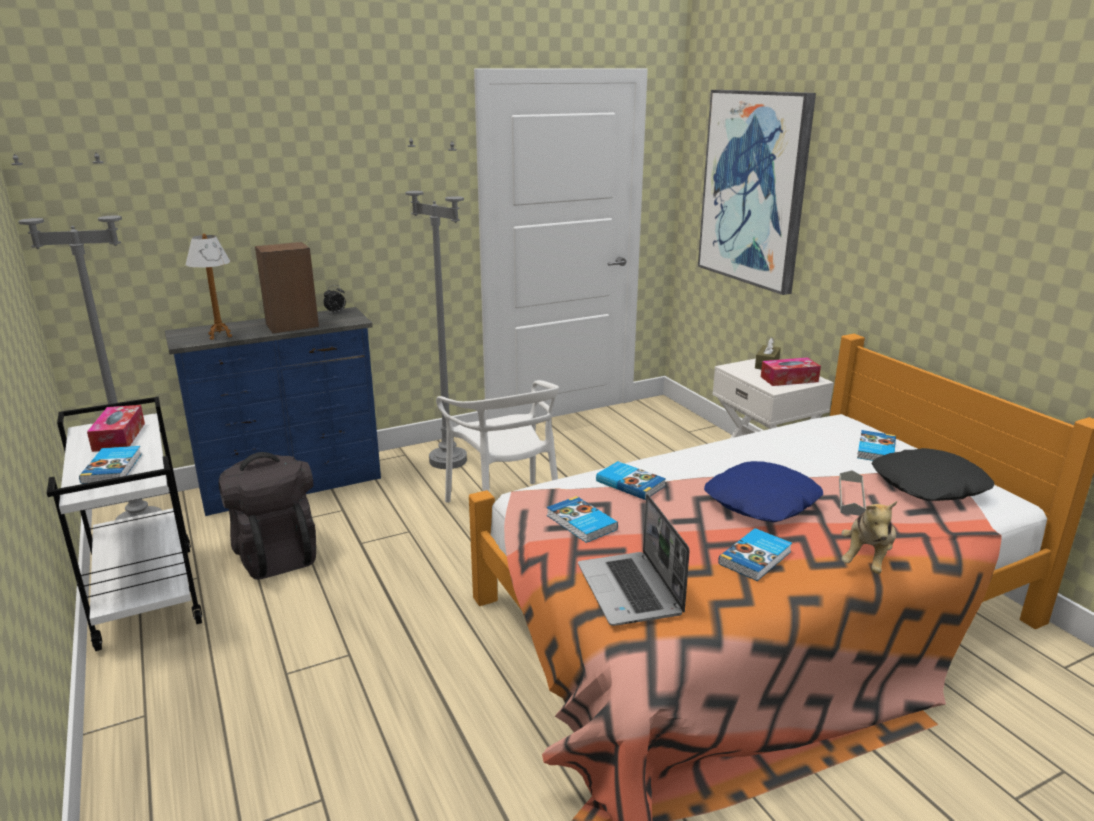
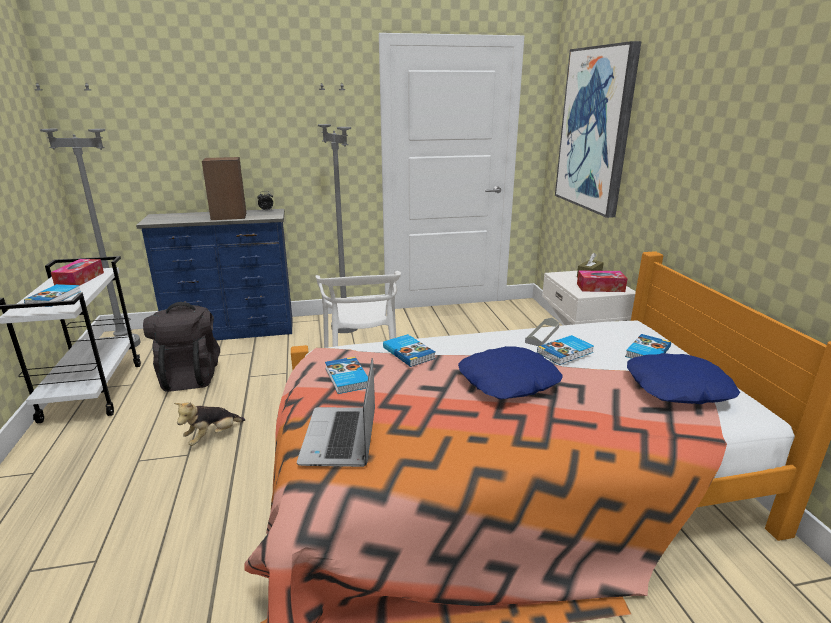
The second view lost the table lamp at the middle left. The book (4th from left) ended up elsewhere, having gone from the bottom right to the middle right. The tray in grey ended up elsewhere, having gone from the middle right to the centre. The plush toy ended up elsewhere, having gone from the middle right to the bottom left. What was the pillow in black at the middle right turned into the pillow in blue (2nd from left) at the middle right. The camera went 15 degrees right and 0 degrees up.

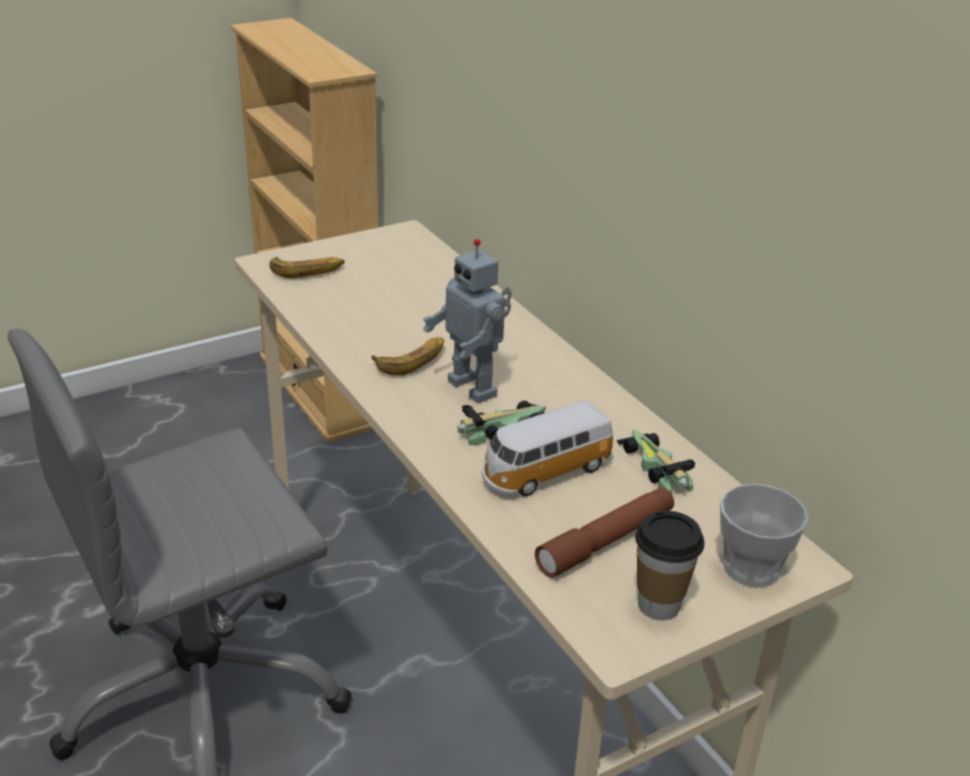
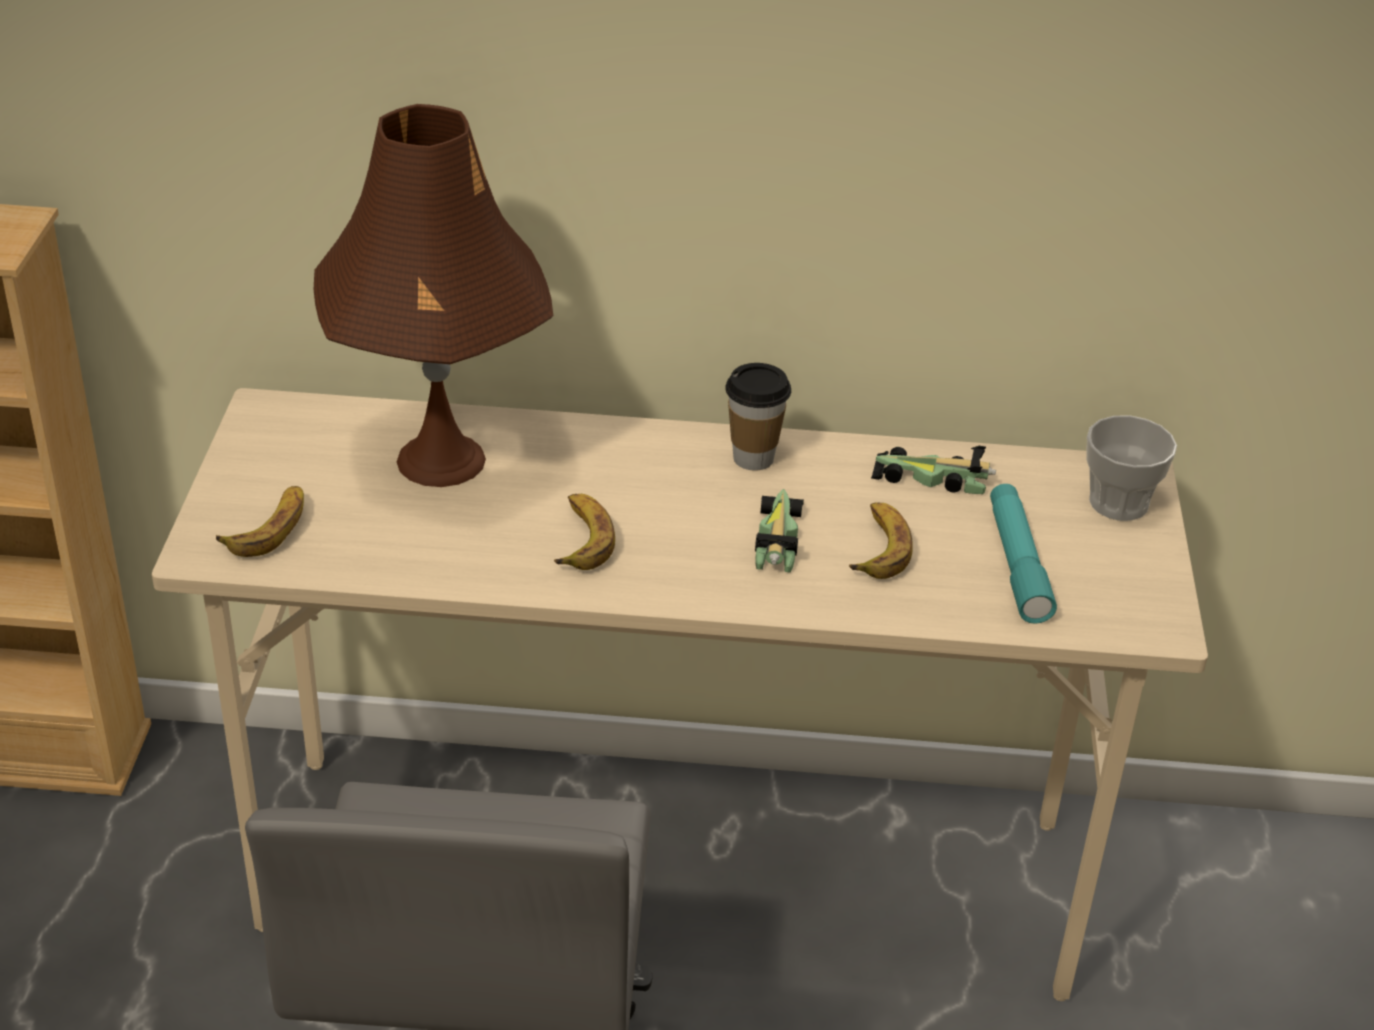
The second view lost the toy robot at the centre. The second view gained the table lamp in brown at the top left. The cup (1st from left) ended up elsewhere, having gone from the bottom right to the centre. Where the toy car (2nd from left) stood at the centre, the banana (3rd from left) came to stand at the centre. What was the flashlight in brown at the bottom centre turned into the flashlight in turquoise at the middle right. The camera went 55 degrees left and 5 degrees up.

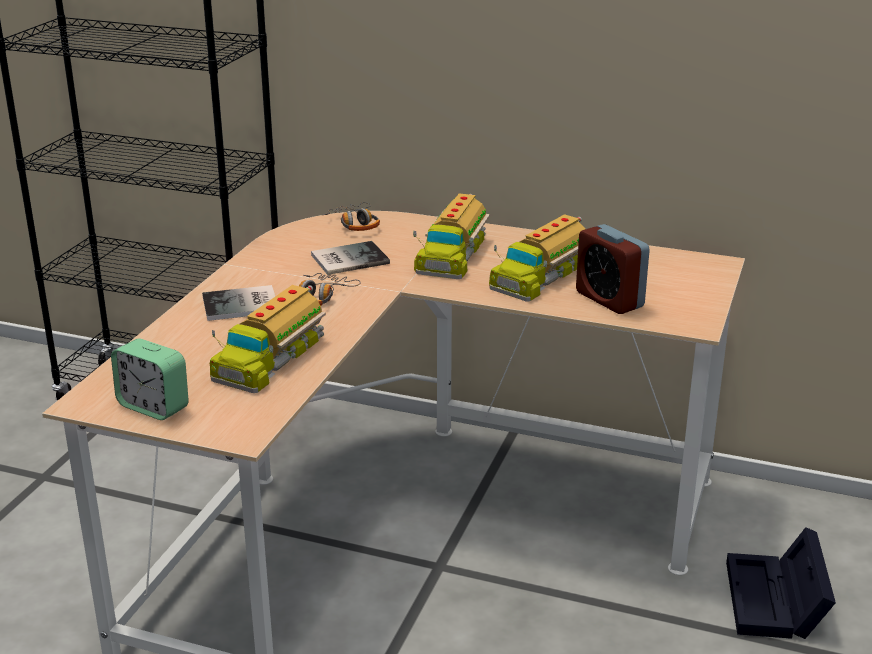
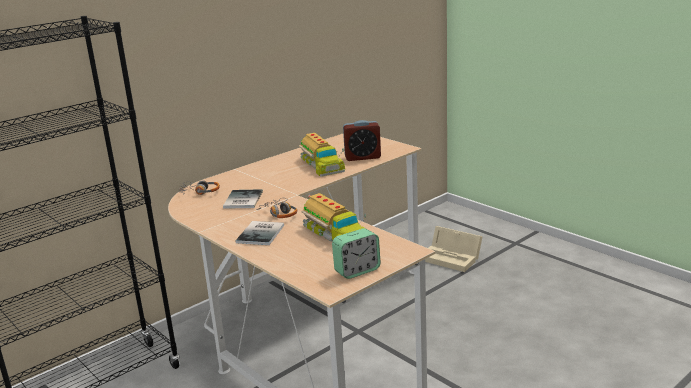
The second view lost the toy truck (2nd from left) at the centre. What was the storage box in black at the bottom right turned into the storage box in beige at the centre. The camera went 60 degrees left and 5 degrees down.

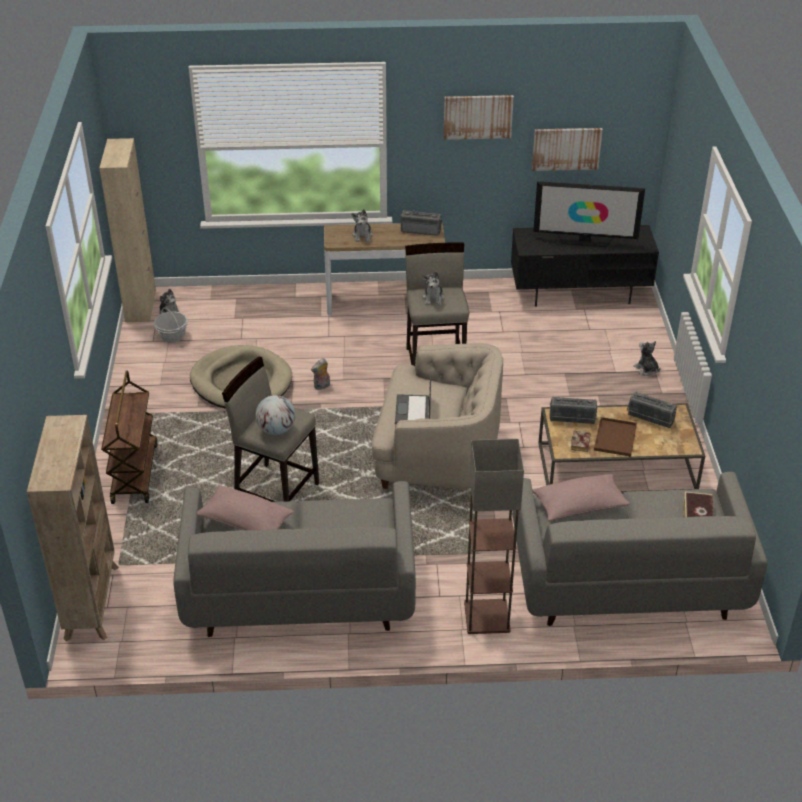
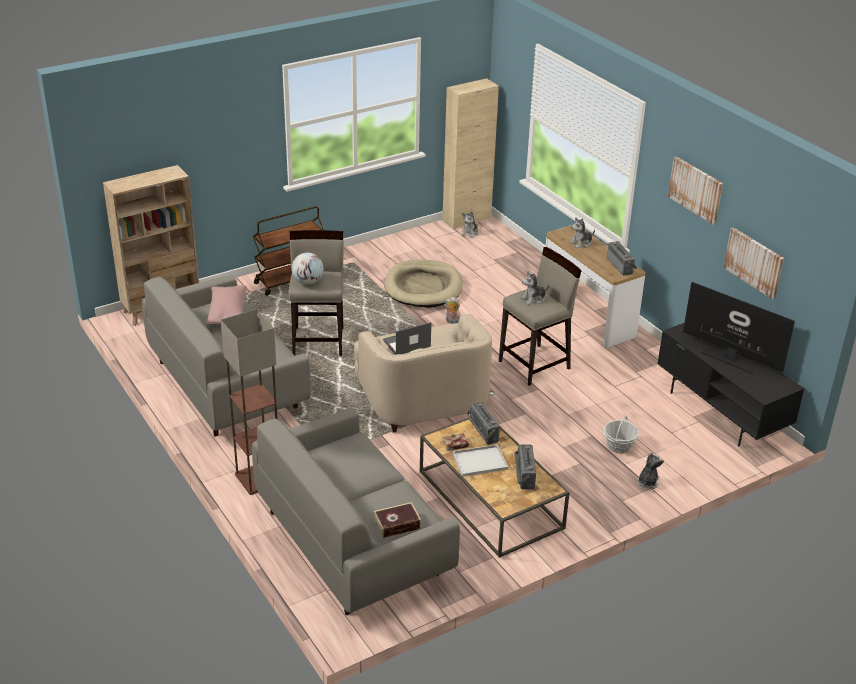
The second view lost the pillow in pink (2nd from left) at the middle right. The basket ended up elsewhere, having gone from the middle left to the middle right. What was the tray in brown at the middle right turned into the tray in white at the bottom centre. The television at the top right ended up facing another way, 150 degrees clockwise from before. The camera went 60 degrees right and 5 degrees down.

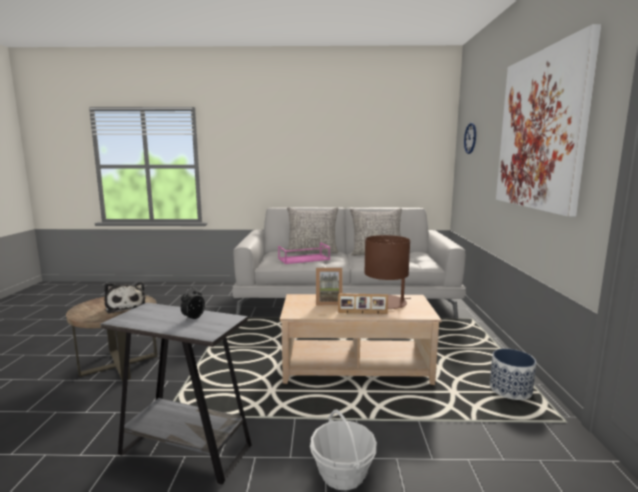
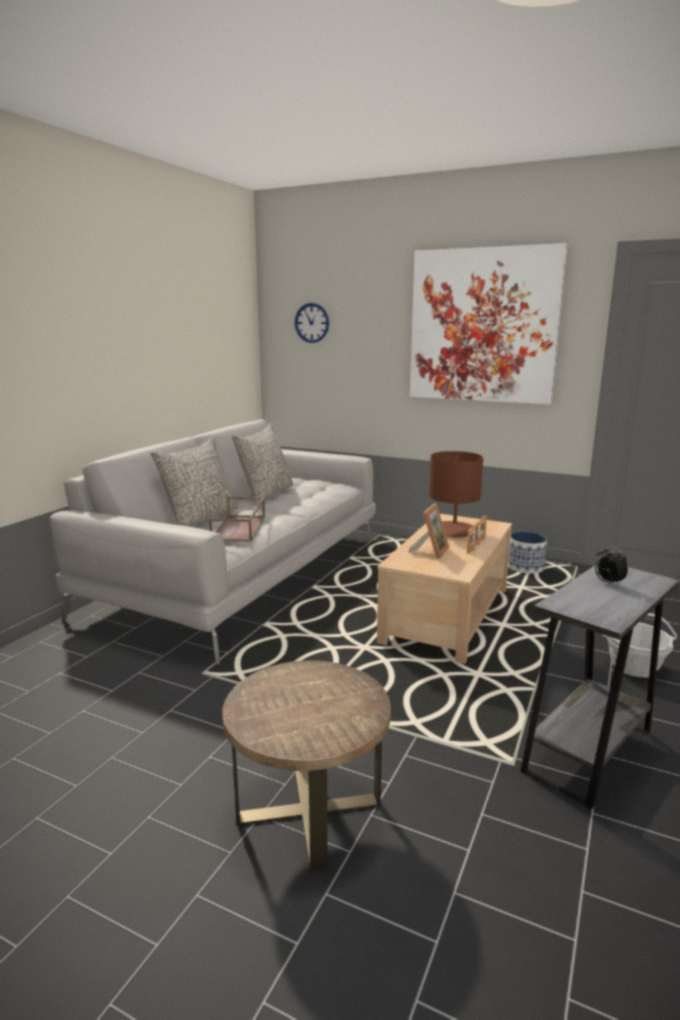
The second view lost the plush toy at the middle left. What was the tray in pink at the centre turned into the tray in brown at the centre. The camera went 65 degrees left and 5 degrees up.

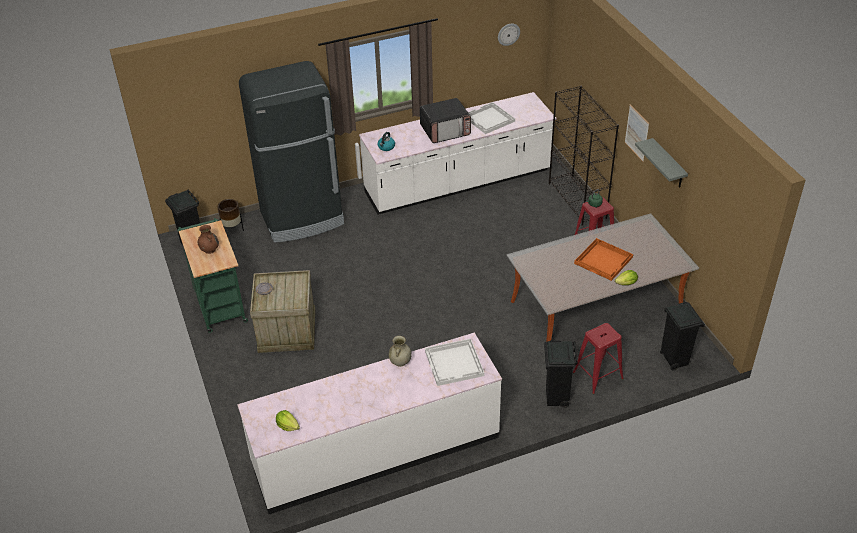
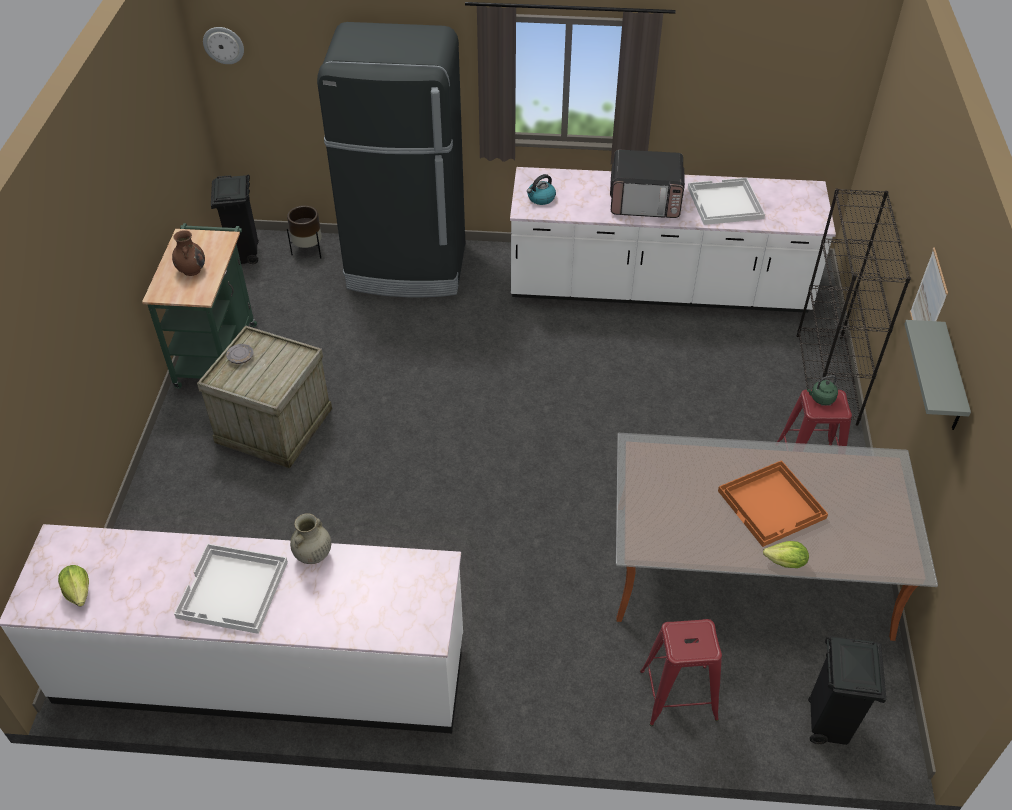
The second view lost the trash can in black (2nd from left) at the bottom centre. The tray in white (1st from left) ended up elsewhere, having gone from the bottom centre to the bottom left. The wall clock ended up elsewhere, having gone from the top centre to the top left. The camera went 25 degrees right and 5 degrees up.

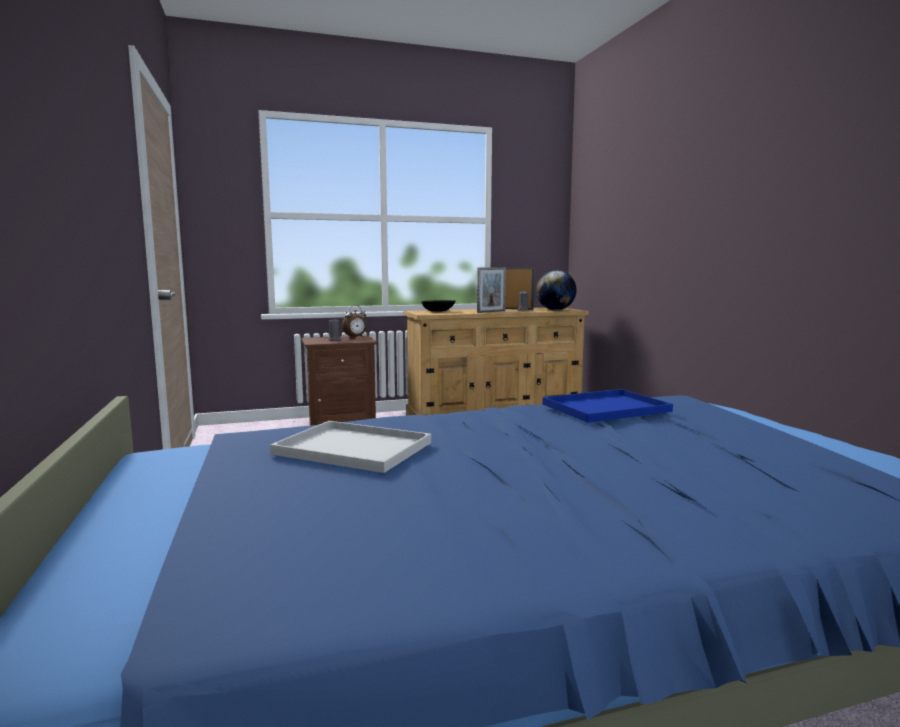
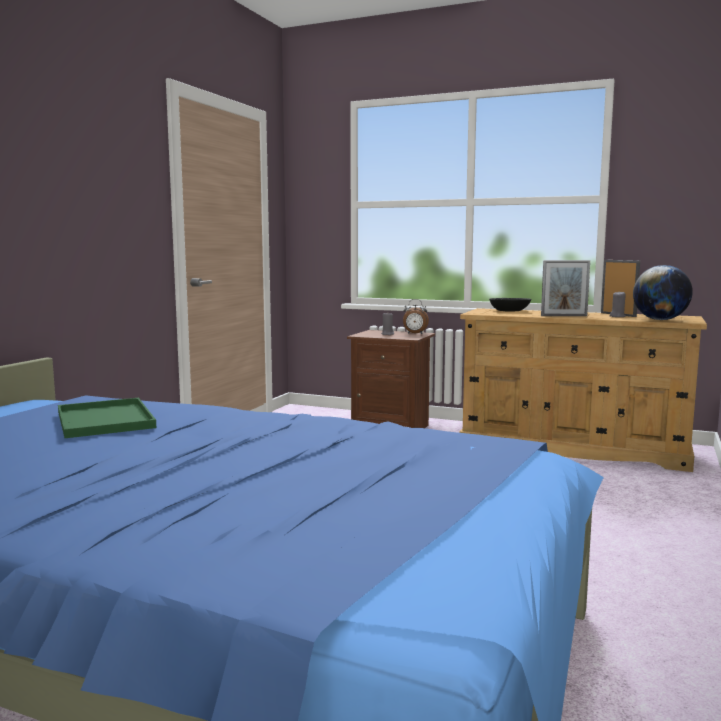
The second view lost the tray in blue at the middle right. What was the tray in white at the centre turned into the tray in green at the middle left. The camera went 40 degrees right and 0 degrees up.

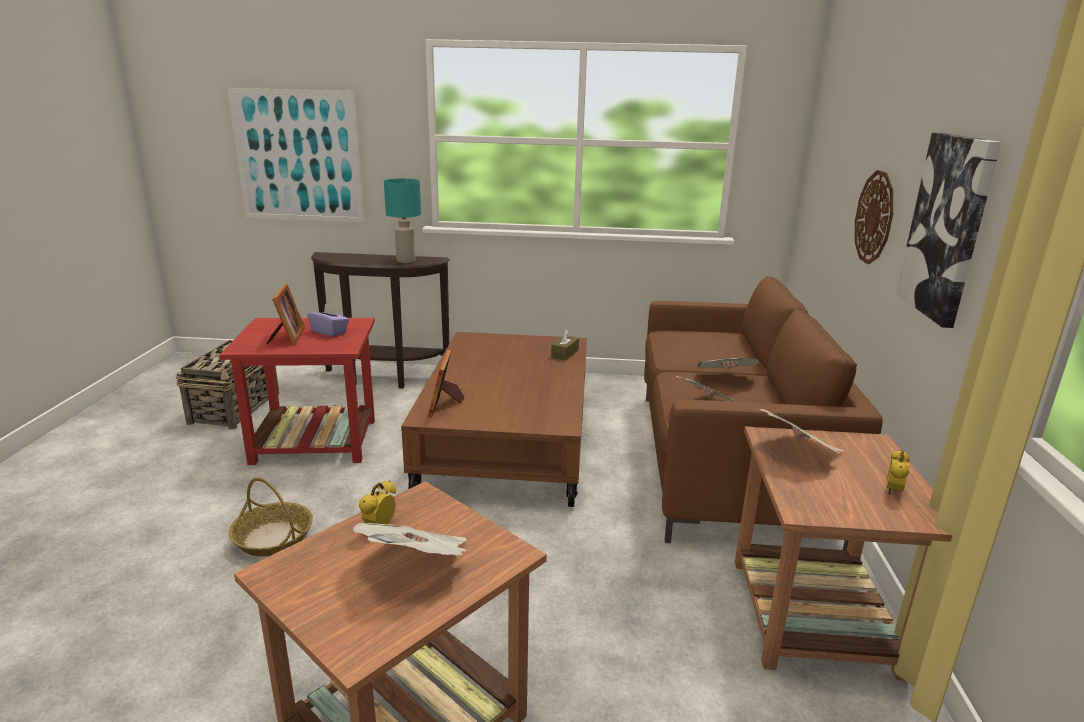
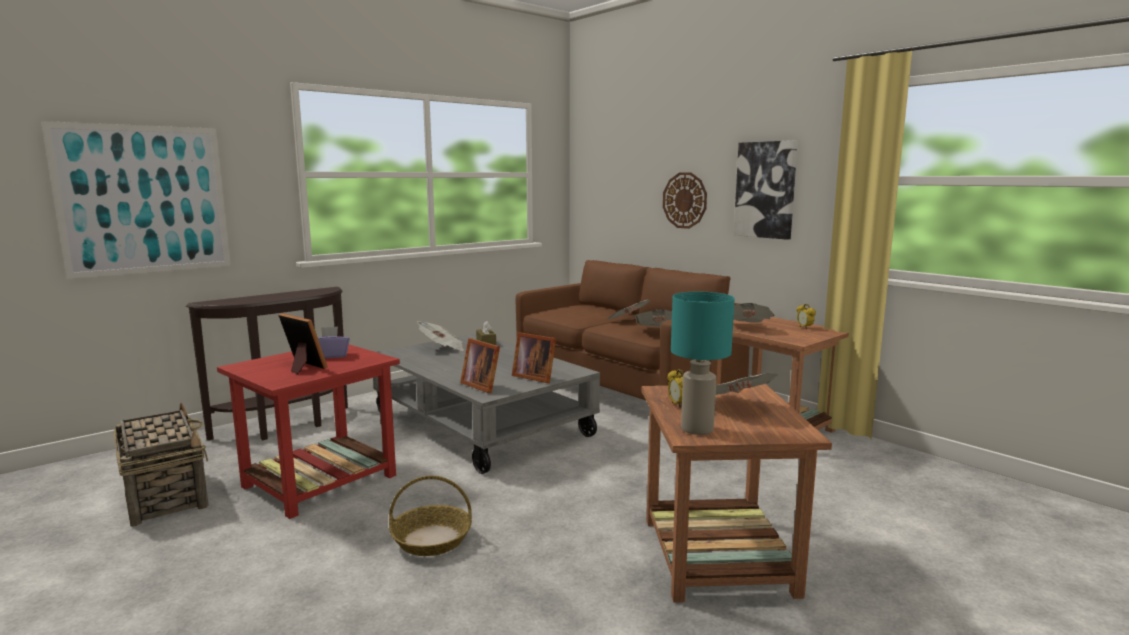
The second view gained the newspaper (1st from left) at the centre. The second view gained the picture frame (3rd from left) at the centre. The table lamp in turquoise ended up elsewhere, having gone from the top centre to the centre. What was the coffee table in brown at the centre turned into the coffee table in grey at the centre. The camera went 45 degrees left and 10 degrees down.

